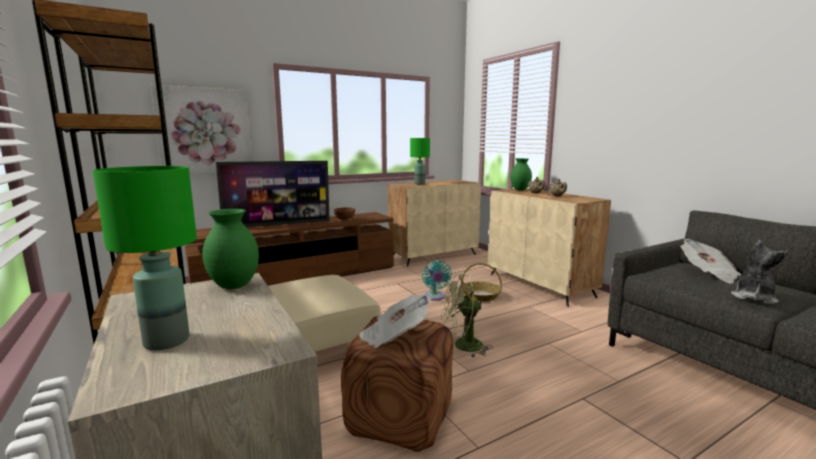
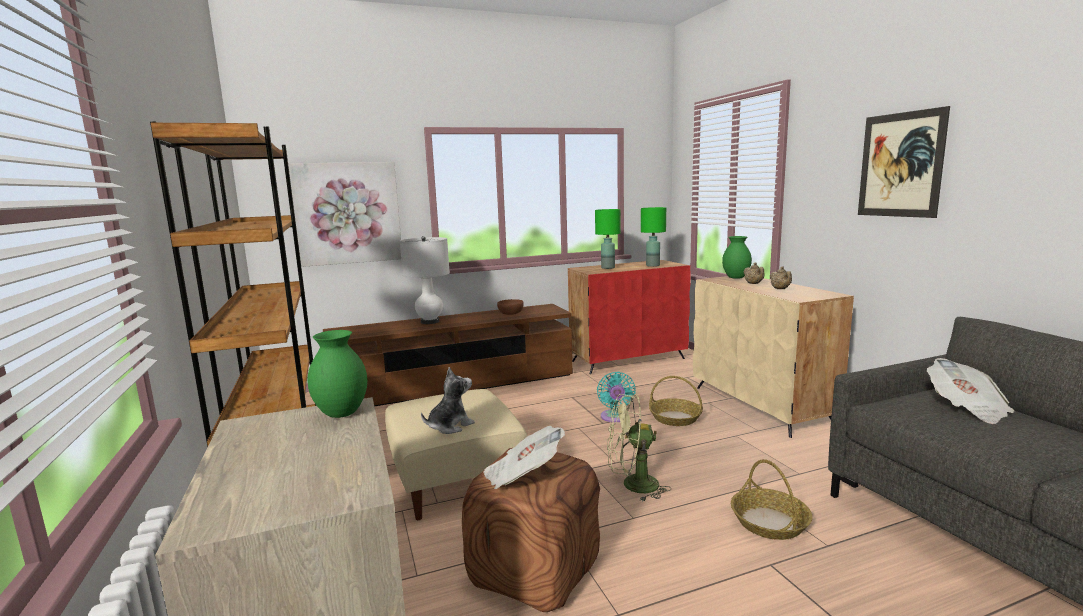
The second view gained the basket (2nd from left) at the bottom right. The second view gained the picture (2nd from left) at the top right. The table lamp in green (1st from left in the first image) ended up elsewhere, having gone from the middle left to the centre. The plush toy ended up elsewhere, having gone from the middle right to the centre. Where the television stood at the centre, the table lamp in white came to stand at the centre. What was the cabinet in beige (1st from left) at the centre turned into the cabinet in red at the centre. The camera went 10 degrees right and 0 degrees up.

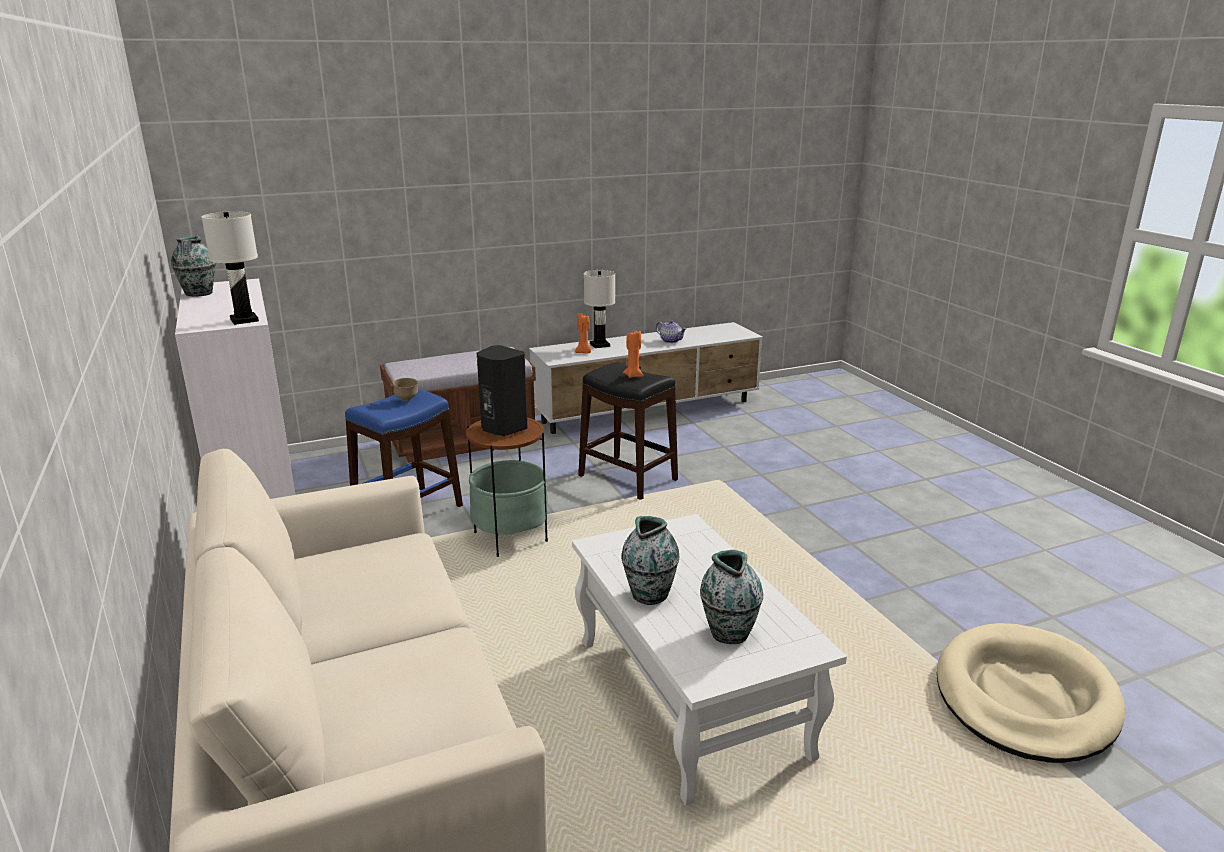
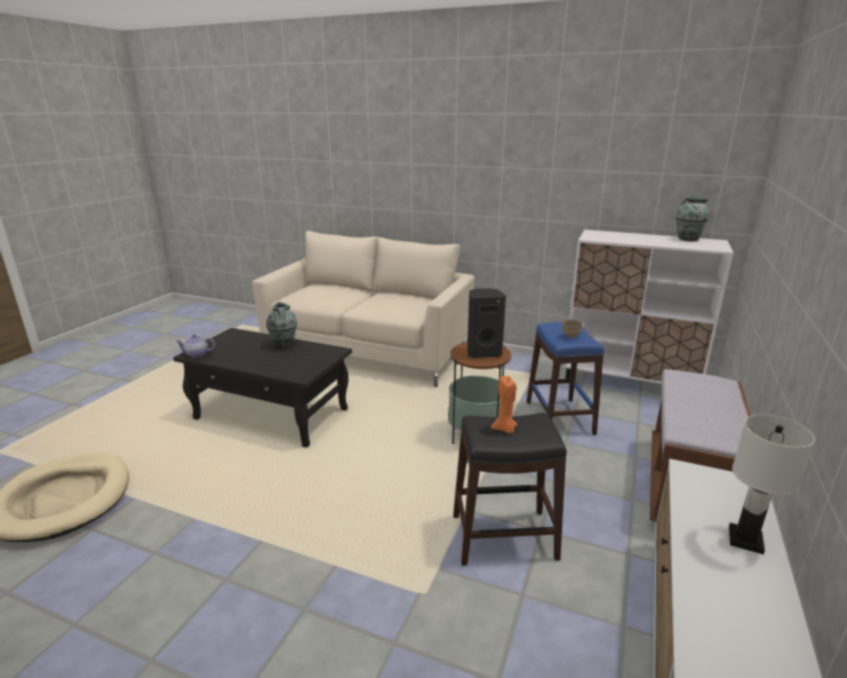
The second view lost the table lamp in white (1st from left) at the top left. The second view lost the candle in orange (1st from left) at the centre. The second view lost the vase (3rd from left) at the bottom centre. The teapot ended up elsewhere, having gone from the centre to the middle left. What was the coffee table in white at the bottom centre turned into the coffee table in black at the middle left. The camera went 135 degrees right and 0 degrees up.

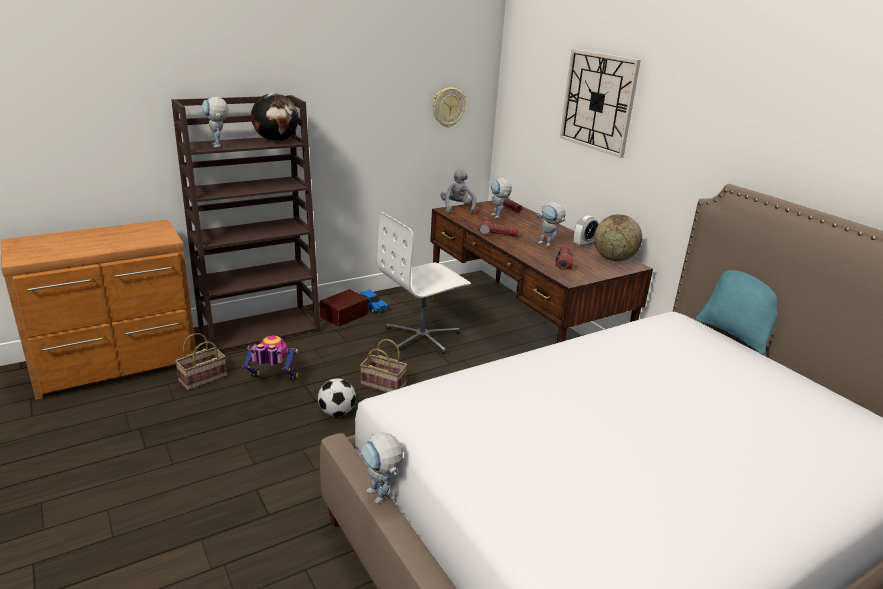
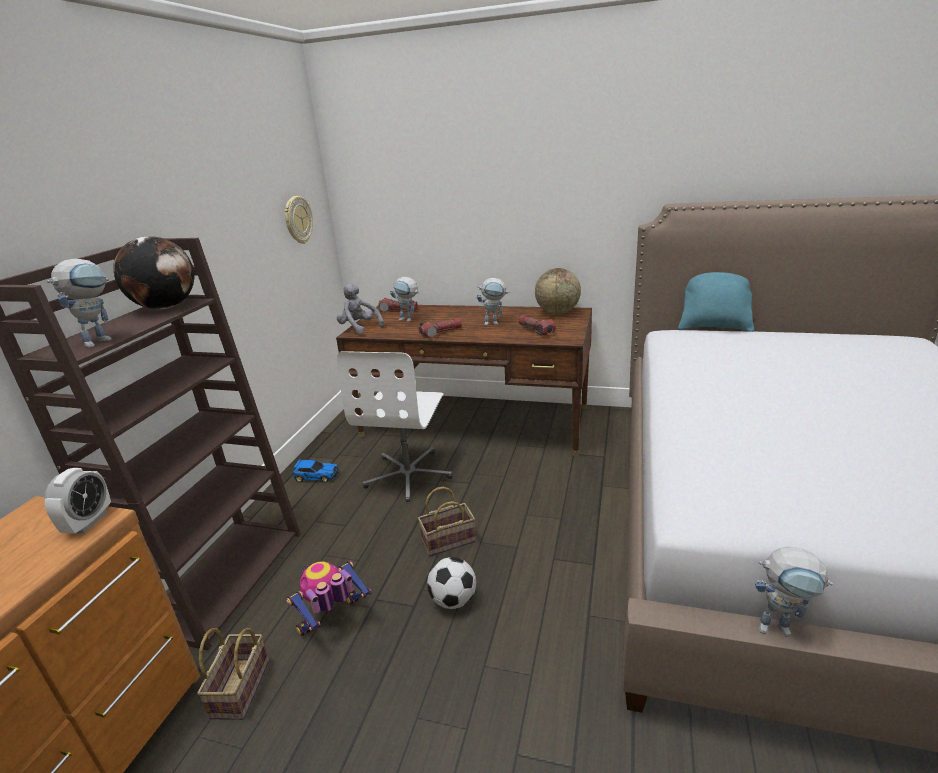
The second view lost the storage box in brown at the centre. The second view lost the wall clock (2nd from left) at the top right. The alarm clock ended up elsewhere, having gone from the centre to the middle left. The toy robot (1st from left) at the top left ended up facing another way, 90 degrees counterclockwise from before. The camera went 40 degrees left and 0 degrees up.

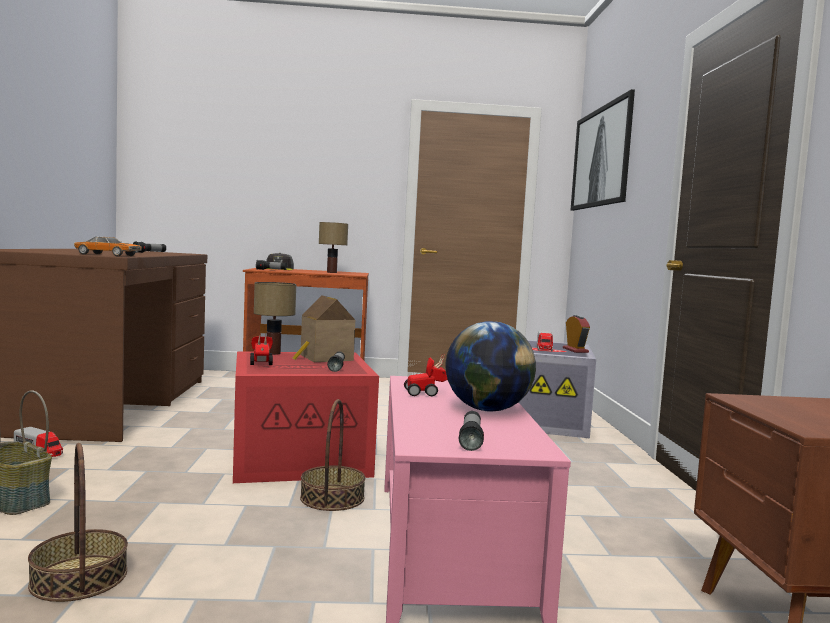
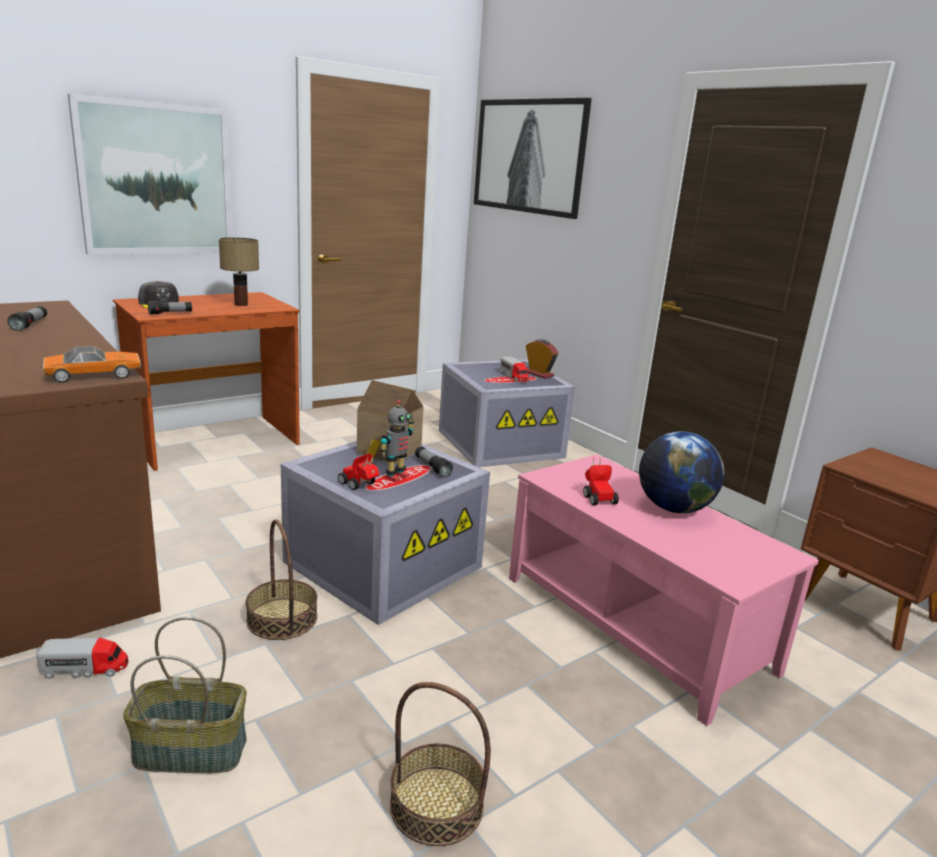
The second view lost the table lamp (1st from left) at the middle left. The second view lost the flashlight (4th from left) at the bottom centre. The second view gained the picture (1st from left) at the top left. The second view gained the toy robot at the centre. The basket (3rd from left in the first image) ended up elsewhere, having gone from the bottom centre to the bottom left. What was the storage box in red at the bottom centre turned into the storage box in grey (1st from left) at the centre. The toy car (3rd from left) at the centre ended up facing another way, 60 degrees counterclockwise from before. The camera went 35 degrees left and 15 degrees up.

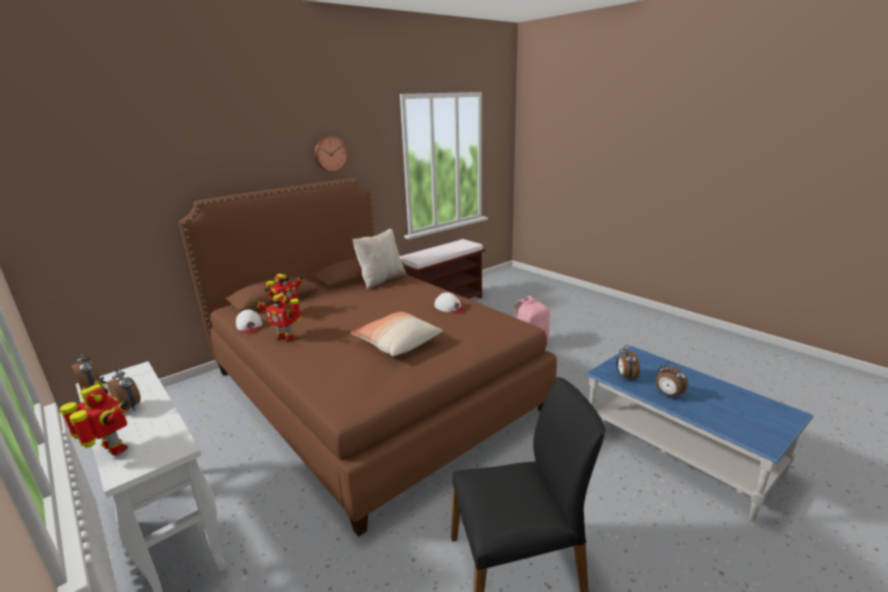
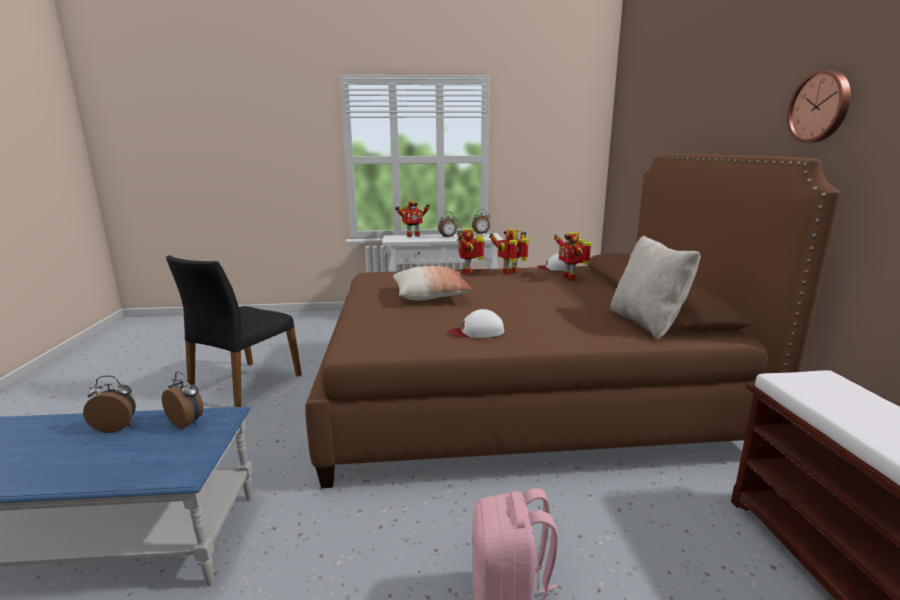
The second view gained the toy robot (2nd from left) at the centre. The camera went 125 degrees right and 5 degrees down.

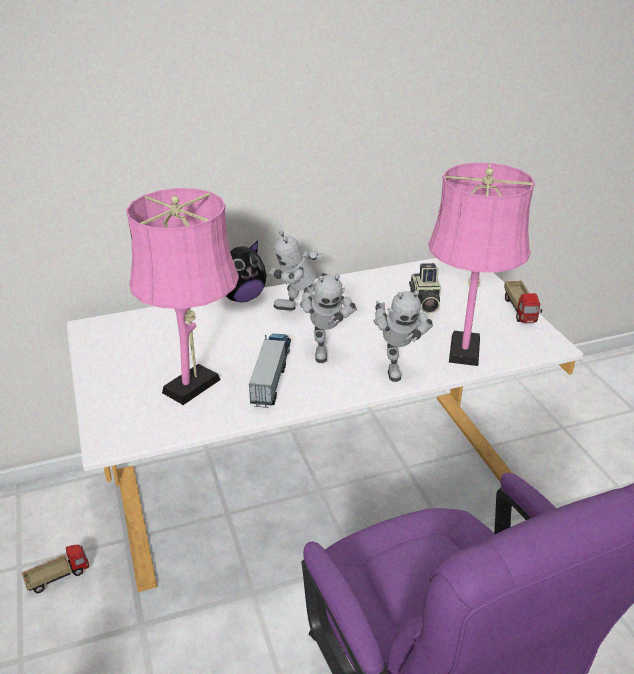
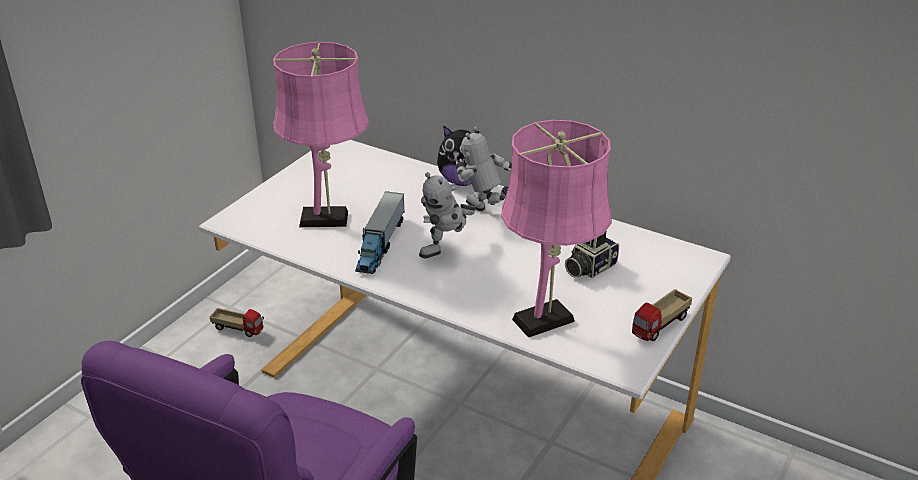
The second view lost the toy robot (3rd from left) at the centre. The toy truck (2nd from left) at the centre ended up facing another way, 135 degrees clockwise from before. The camera went 50 degrees right and 0 degrees up.

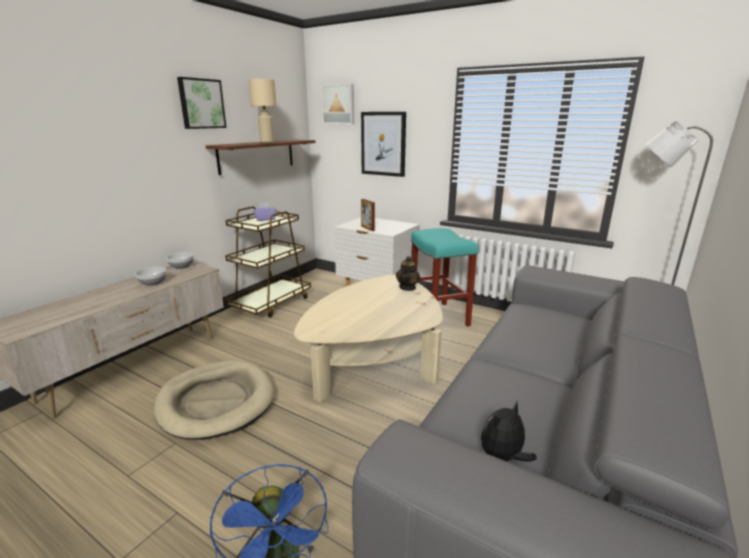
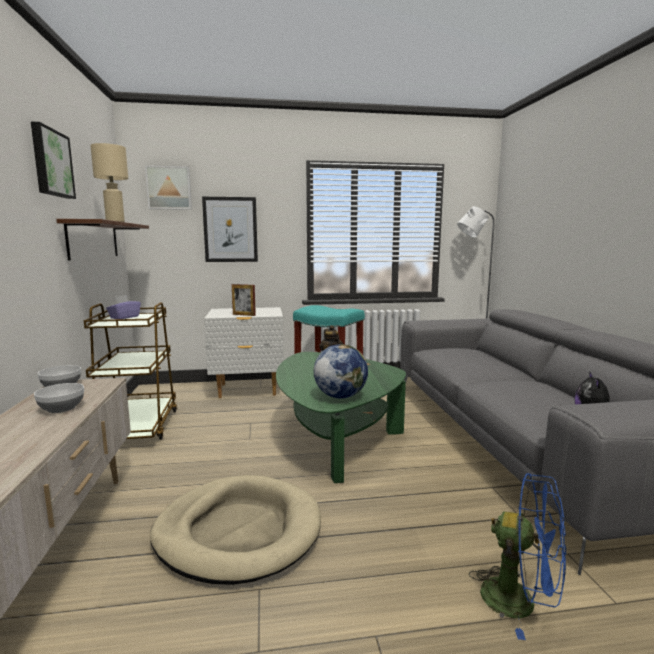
The second view gained the globe at the centre. What was the coffee table in beige at the centre turned into the coffee table in green at the centre. The camera went 40 degrees left and 10 degrees down.

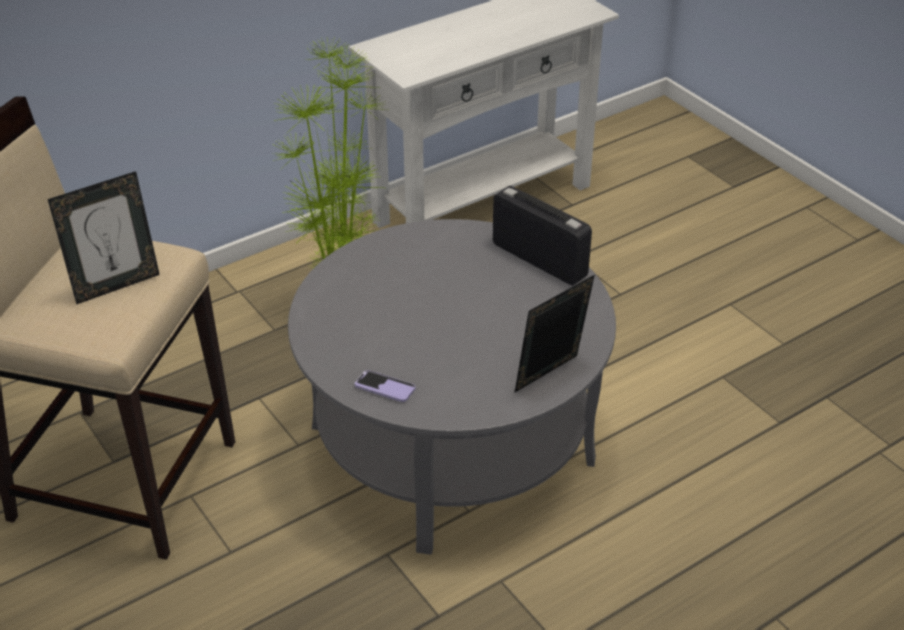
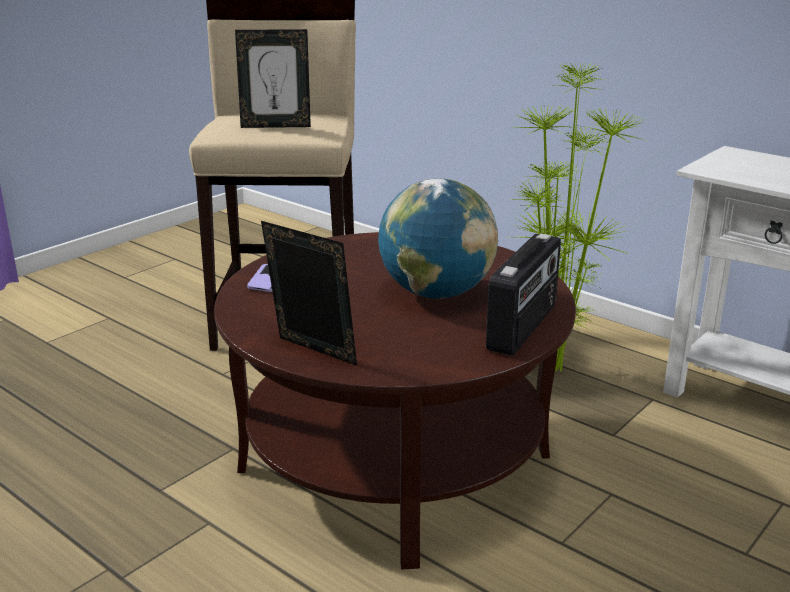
The second view gained the globe at the centre. What was the coffee table in grey at the centre turned into the coffee table in brown at the bottom centre. The picture frame (1st from left) at the middle left ended up facing another way, 45 degrees counterclockwise from before. The camera went 75 degrees right and 15 degrees down.

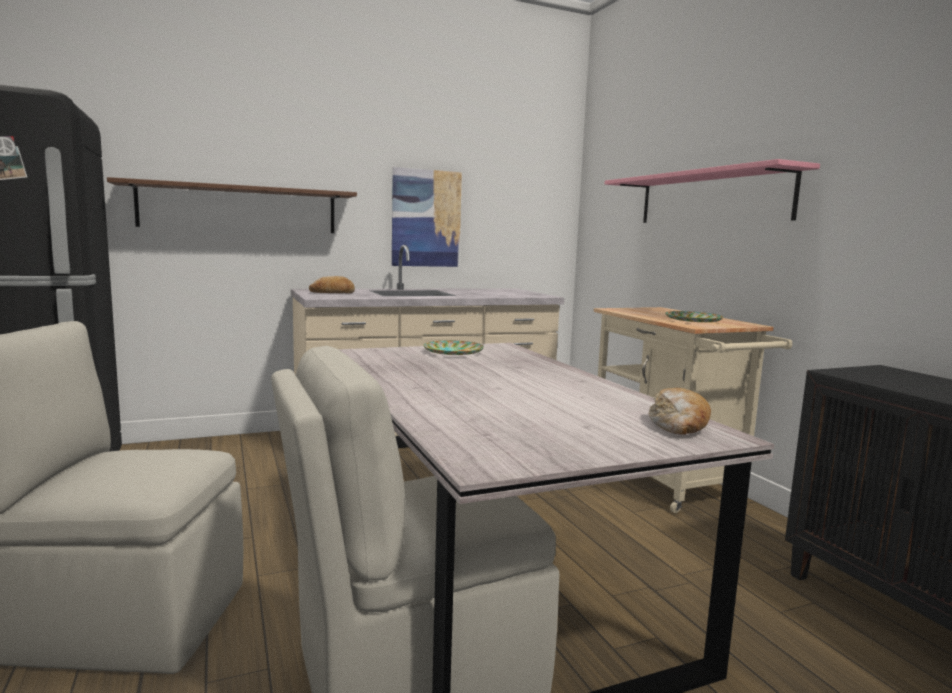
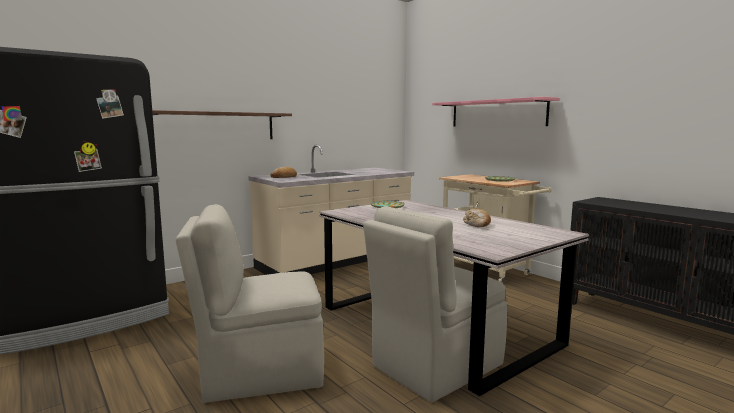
The second view lost the picture at the top centre. The bread (2nd from left) ended up elsewhere, having gone from the middle right to the centre. The camera went 15 degrees left and 0 degrees up.

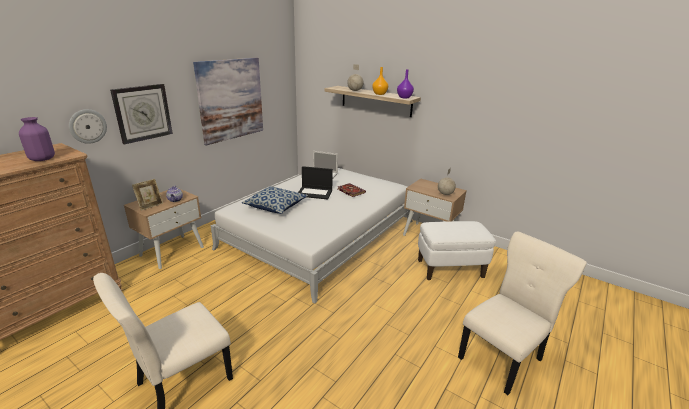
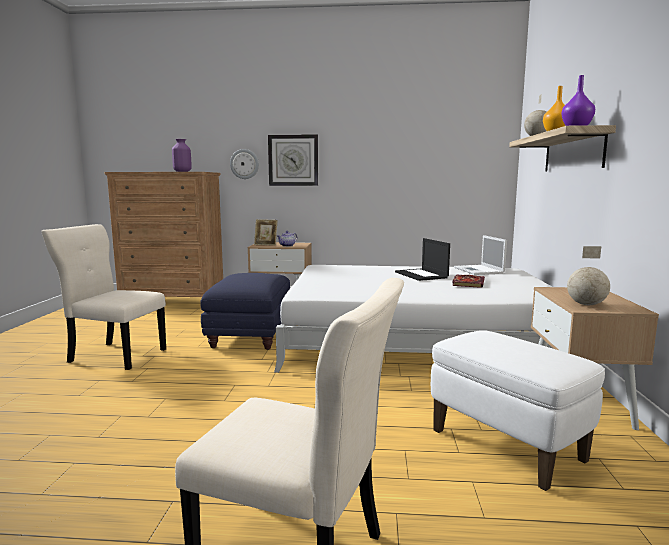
The second view lost the picture at the top left. The second view lost the pillow at the centre. The second view gained the ottoman in blue at the centre. The camera went 60 degrees right and 15 degrees down.

